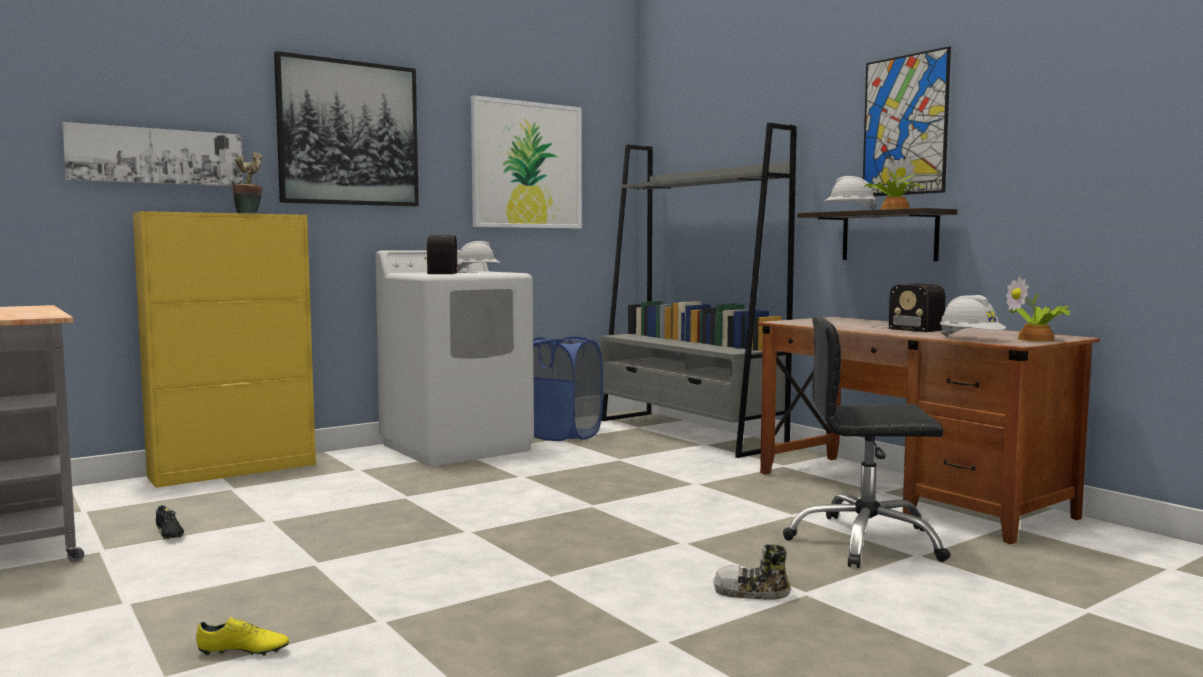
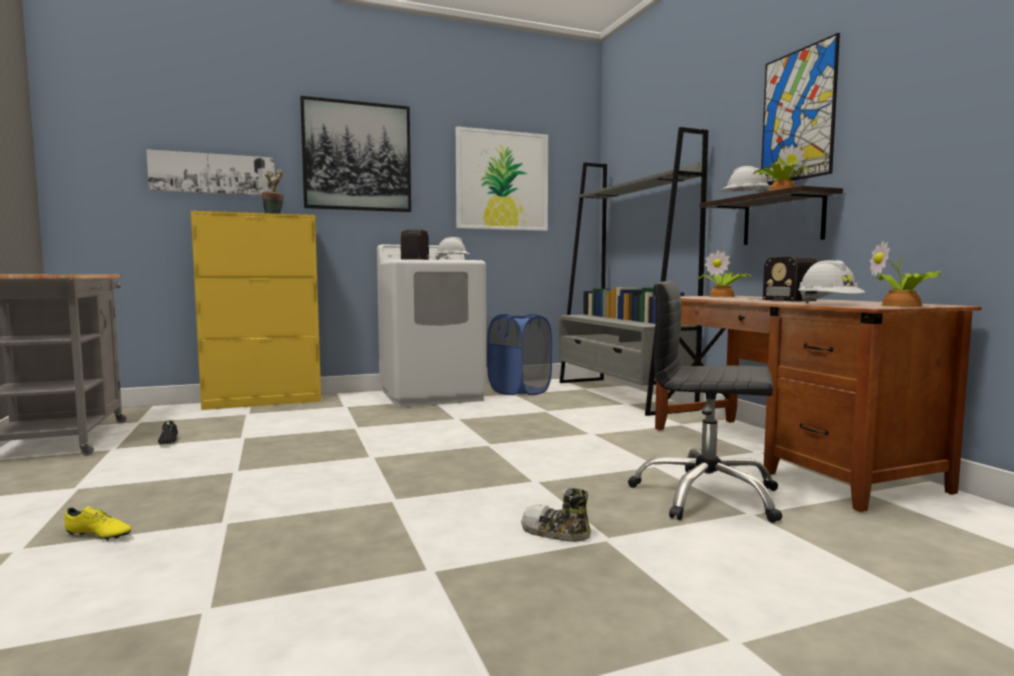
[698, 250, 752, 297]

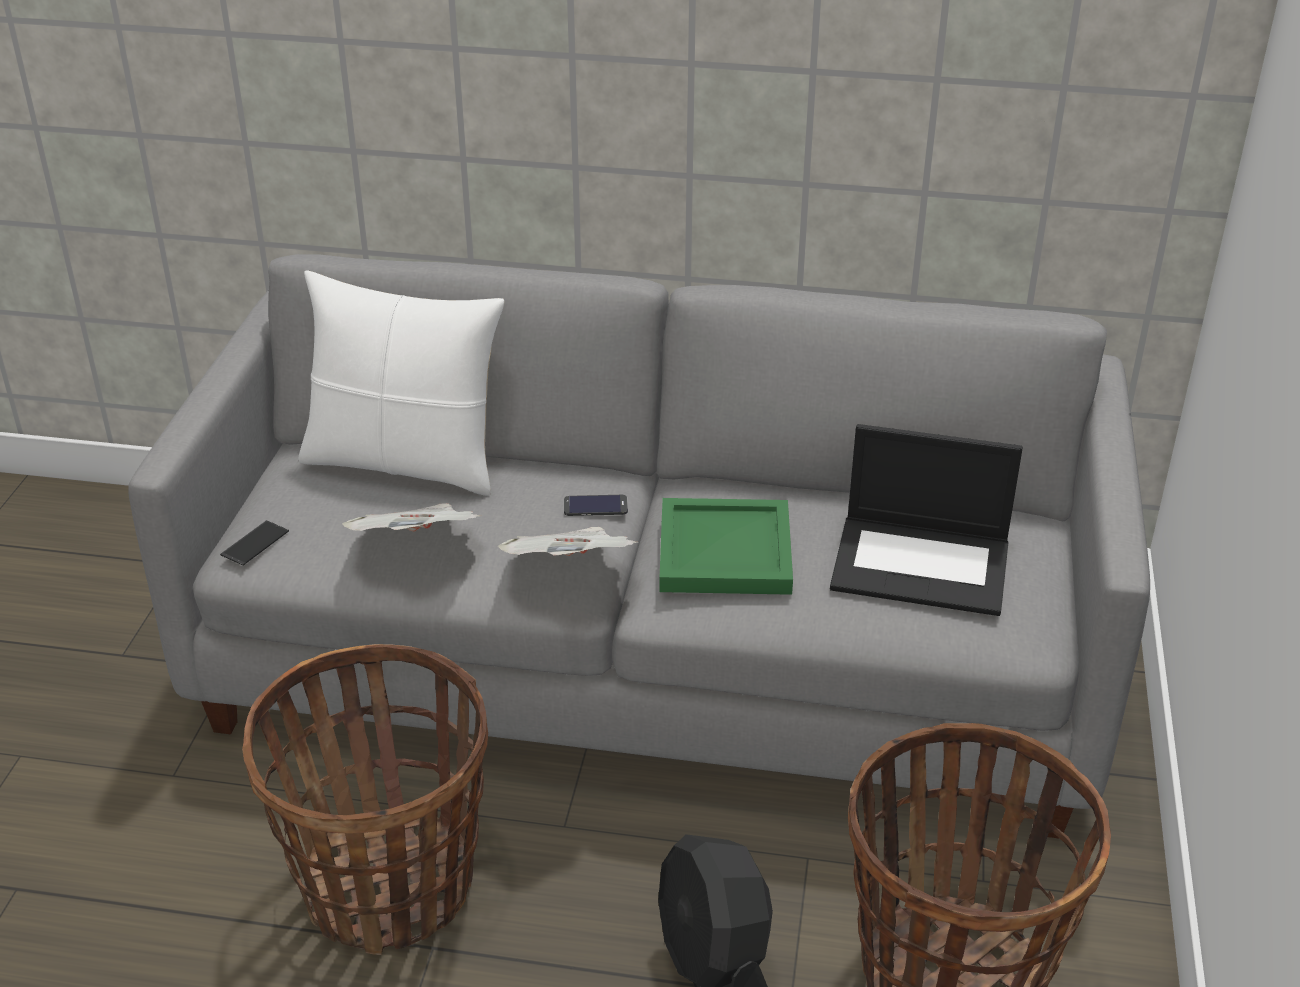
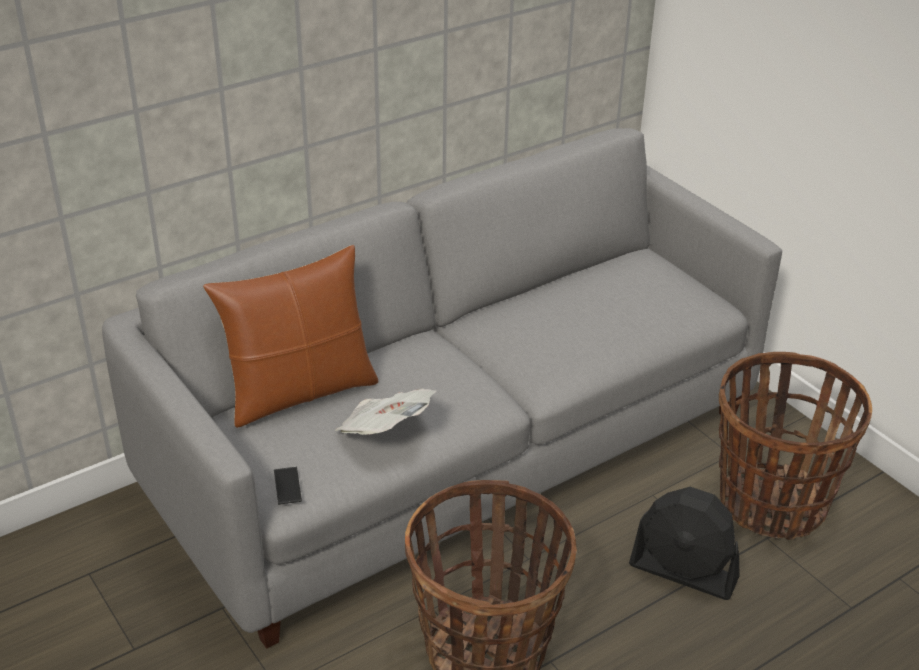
[203, 245, 379, 428]
[498, 527, 637, 556] (first image)
[564, 495, 628, 516] (first image)
[659, 498, 793, 595] (first image)
[830, 424, 1023, 616] (first image)

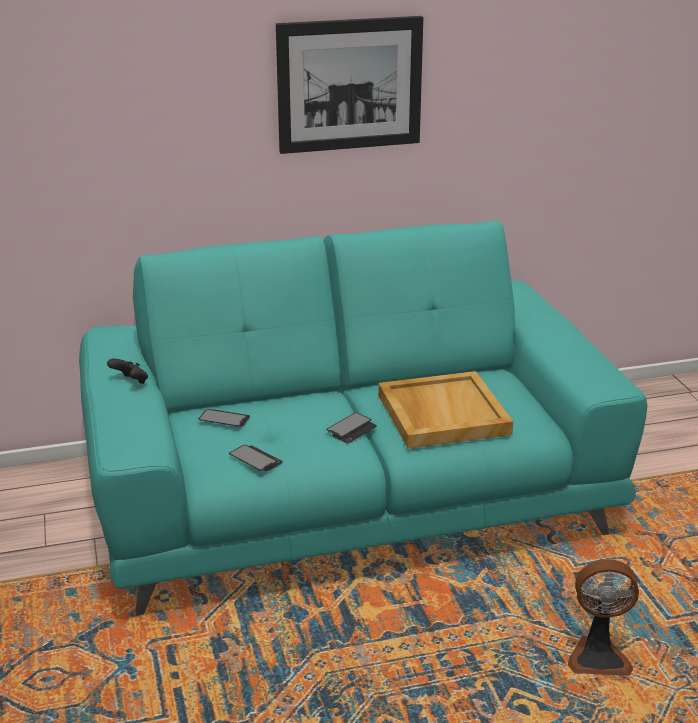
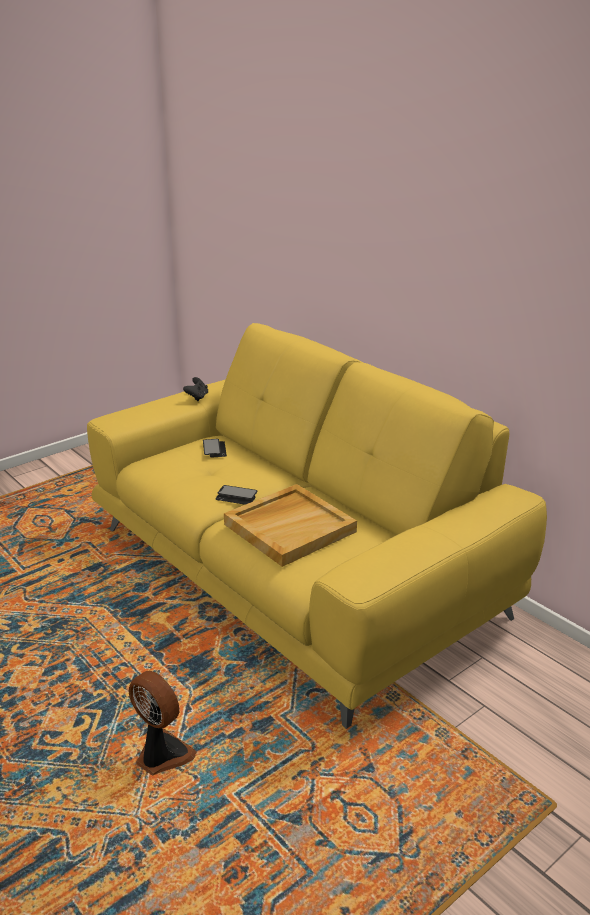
[87, 323, 547, 729]
[128, 671, 197, 775]
[229, 445, 283, 471] (first image)
[276, 16, 423, 154] (first image)

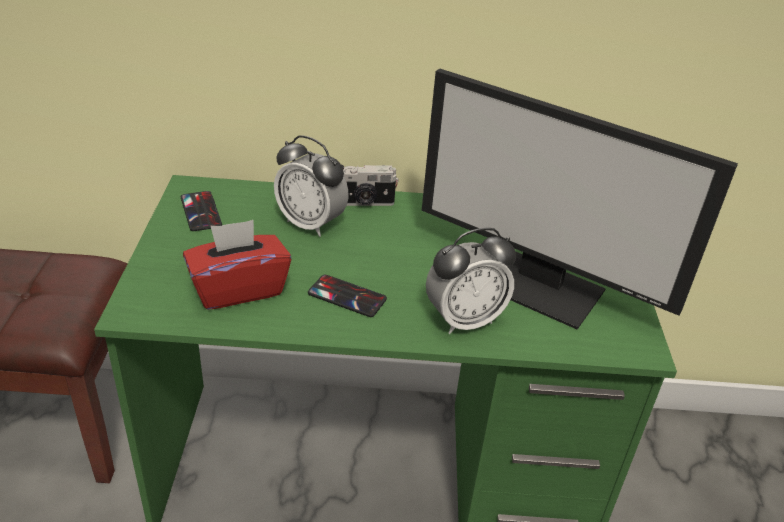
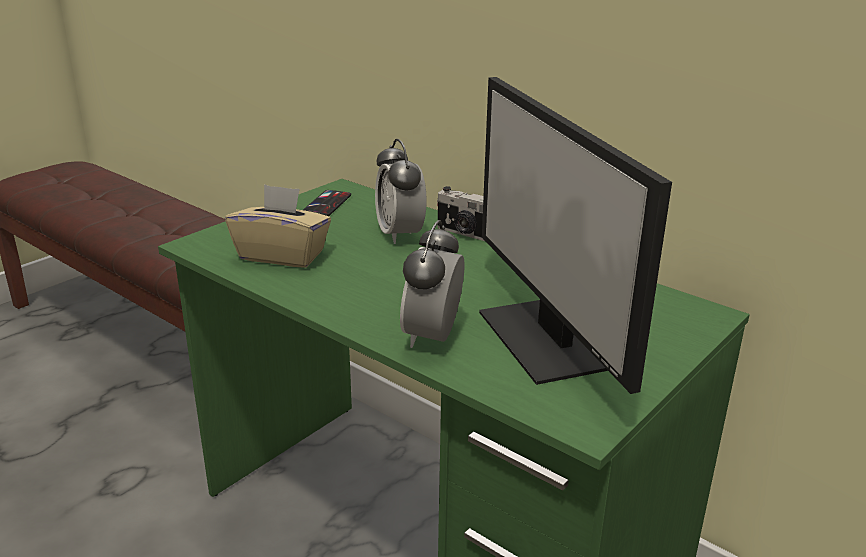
[226, 184, 331, 268]
[400, 220, 465, 348]
[308, 275, 387, 317] (first image)

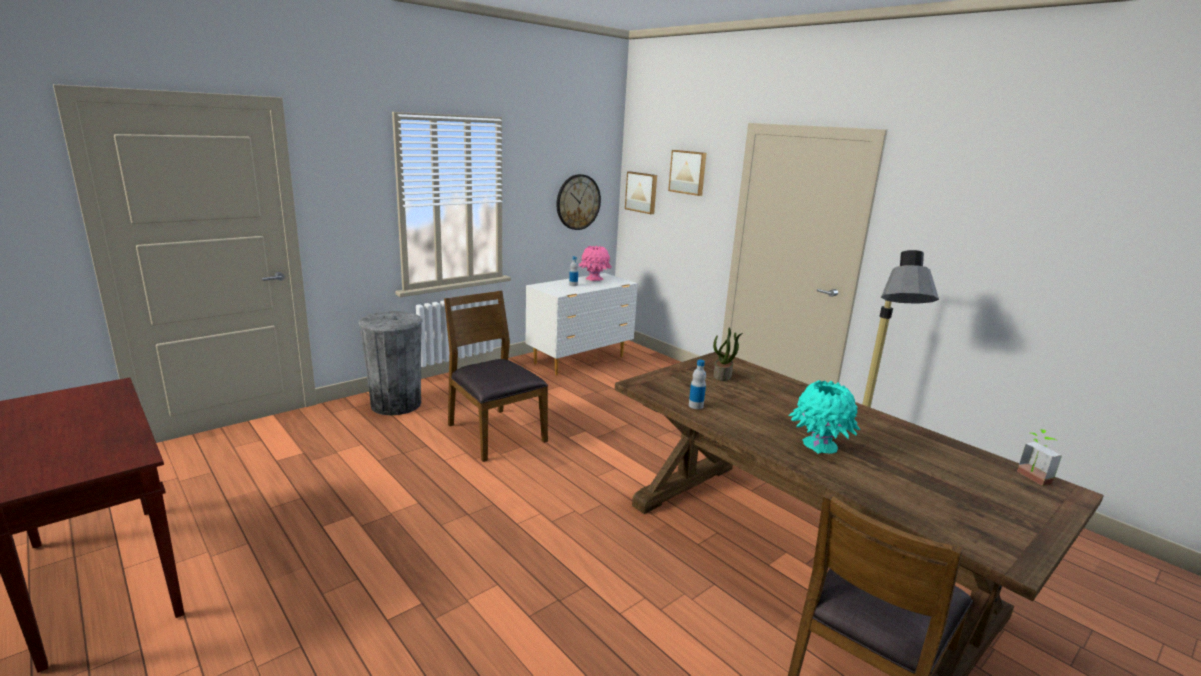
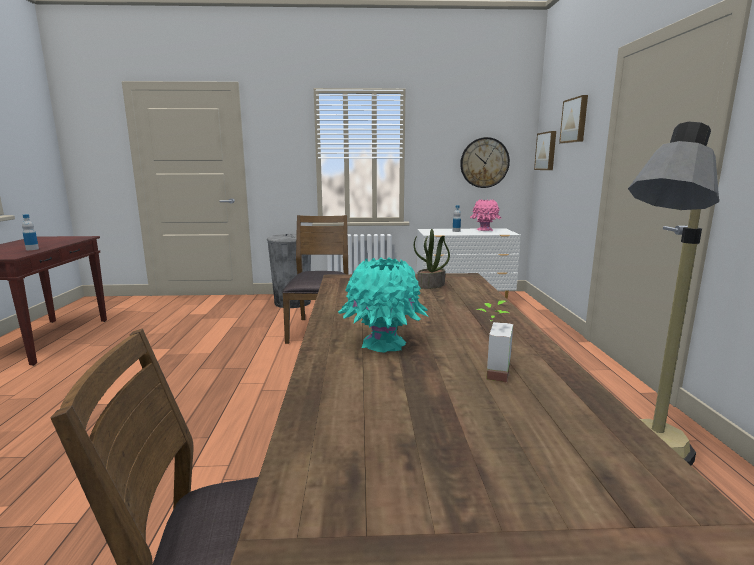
[22, 214, 39, 250]
[476, 300, 513, 382]

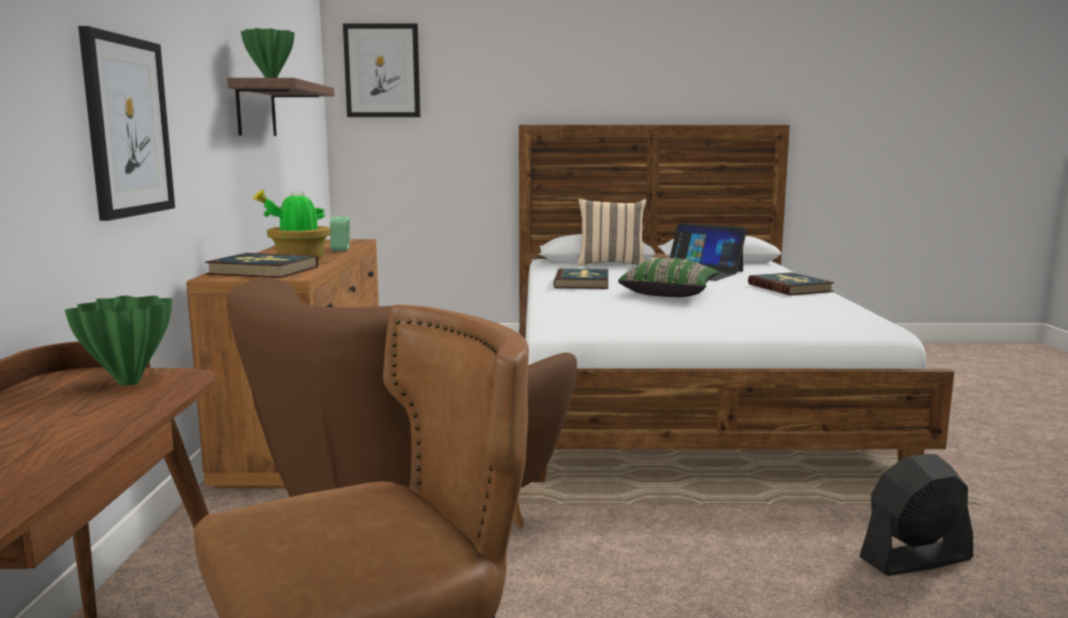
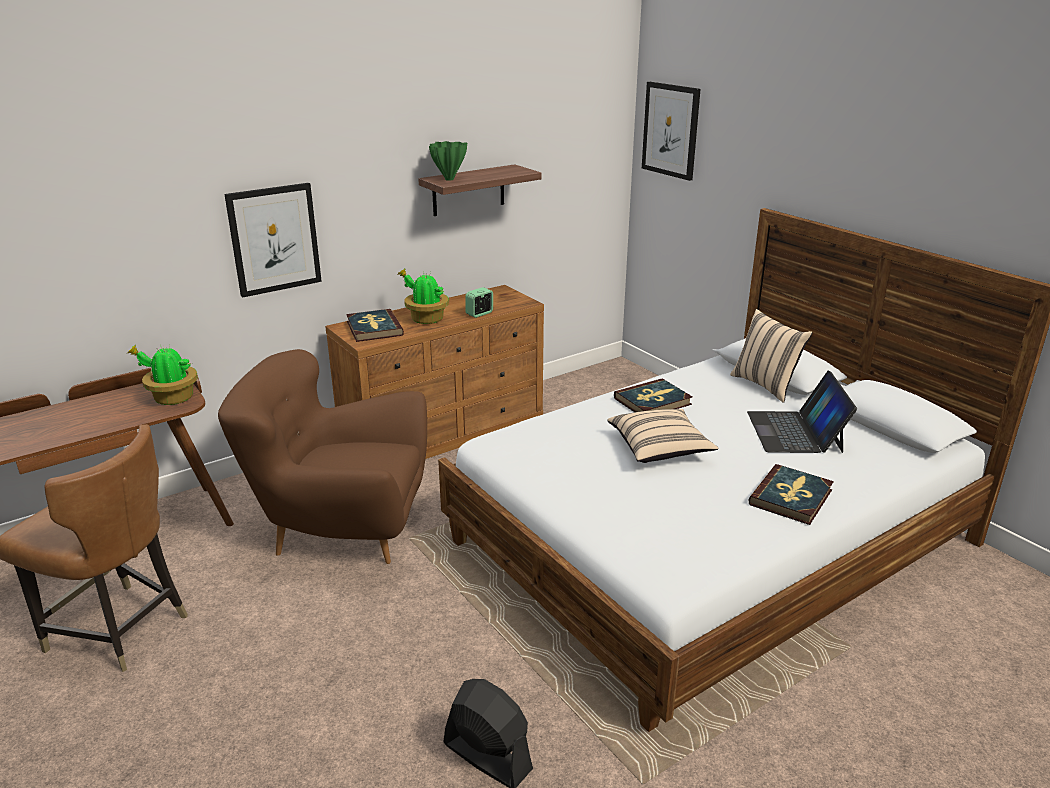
[126, 344, 198, 405]
[608, 409, 718, 463]

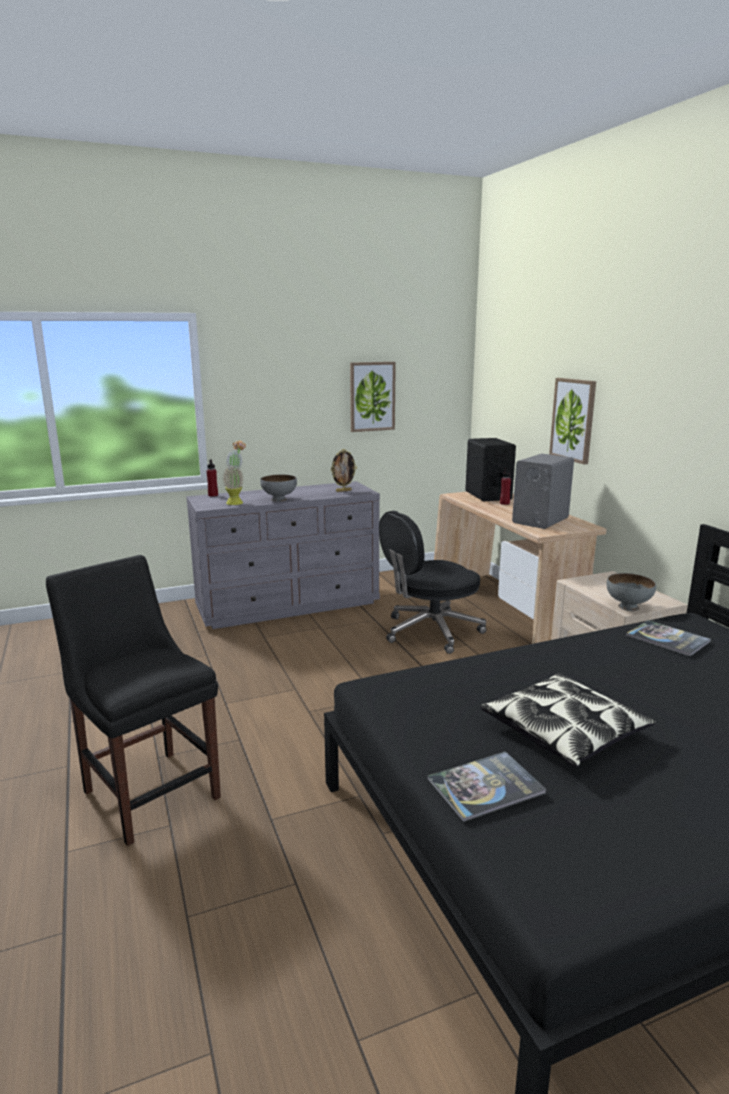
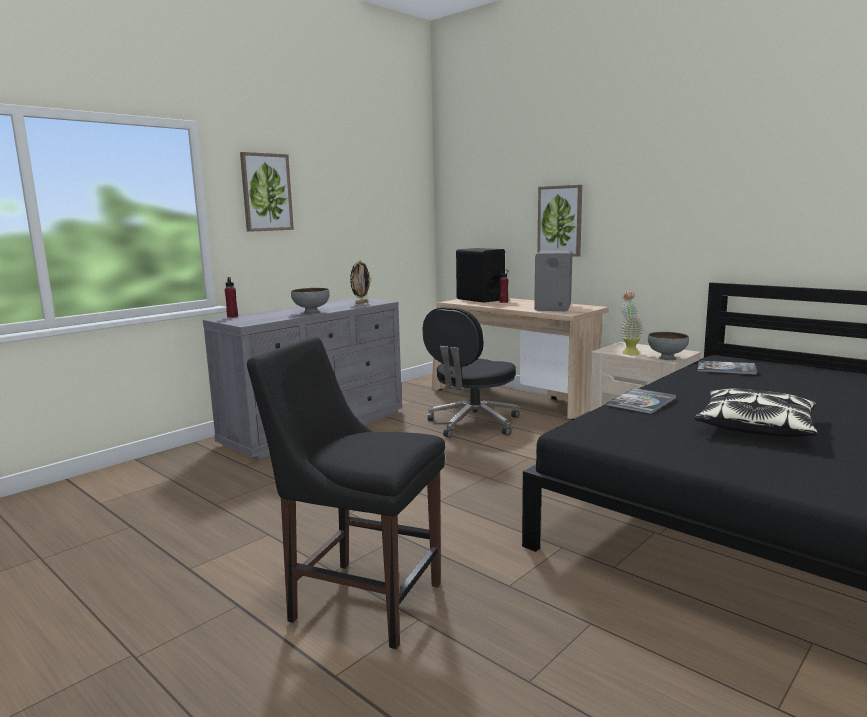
[240, 152, 294, 232]
[607, 388, 676, 414]
[621, 291, 643, 355]

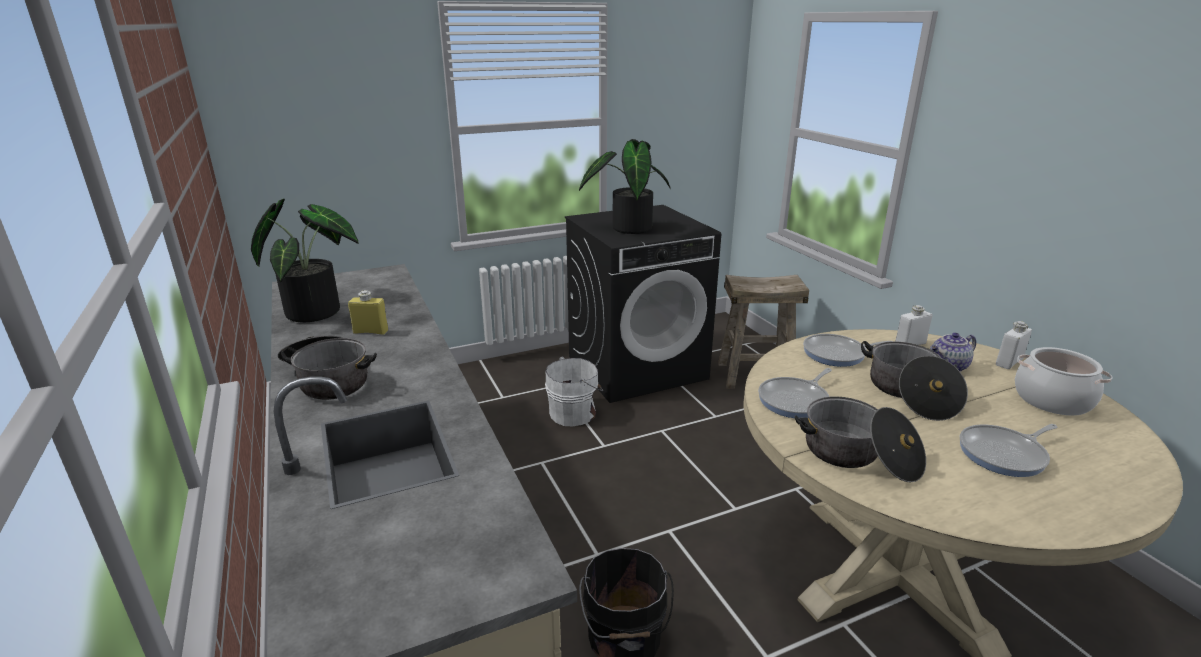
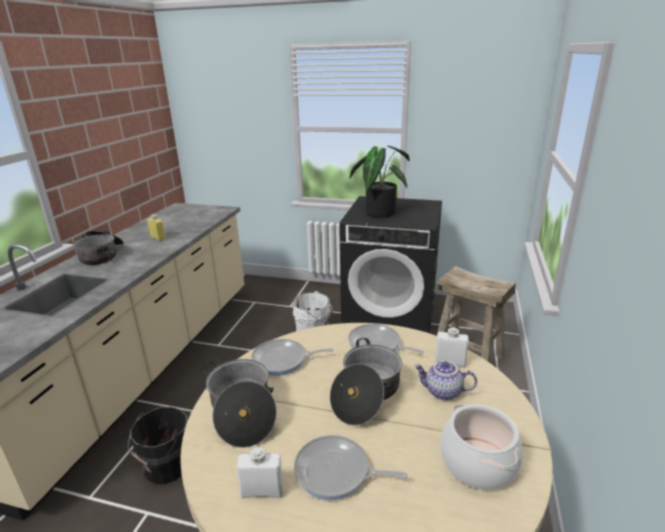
[236, 447, 283, 498]
[251, 199, 358, 322] (first image)

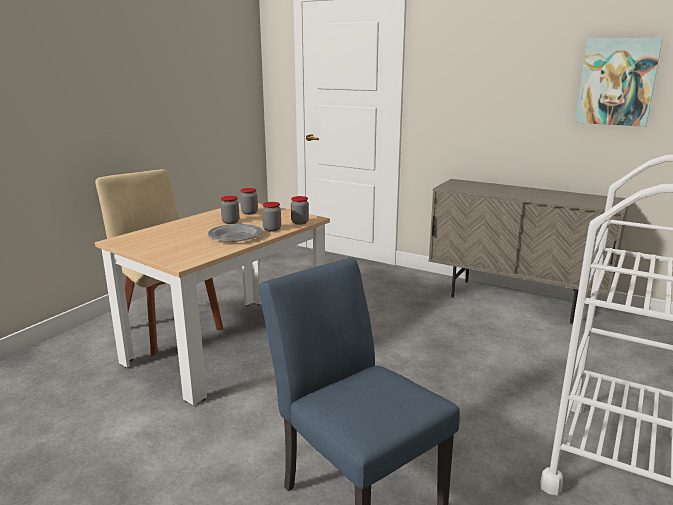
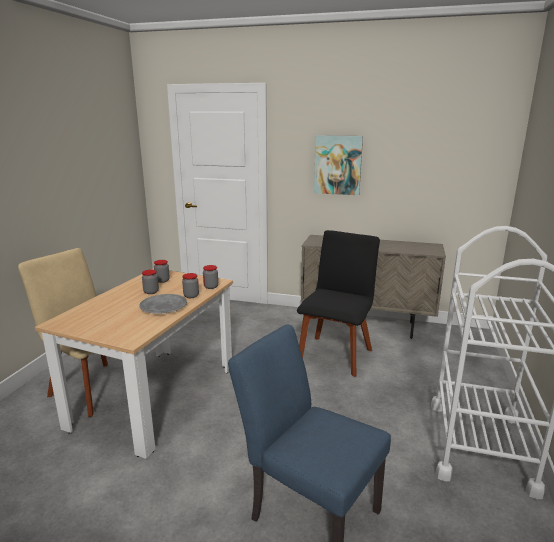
[297, 230, 380, 377]
[314, 135, 363, 195]

